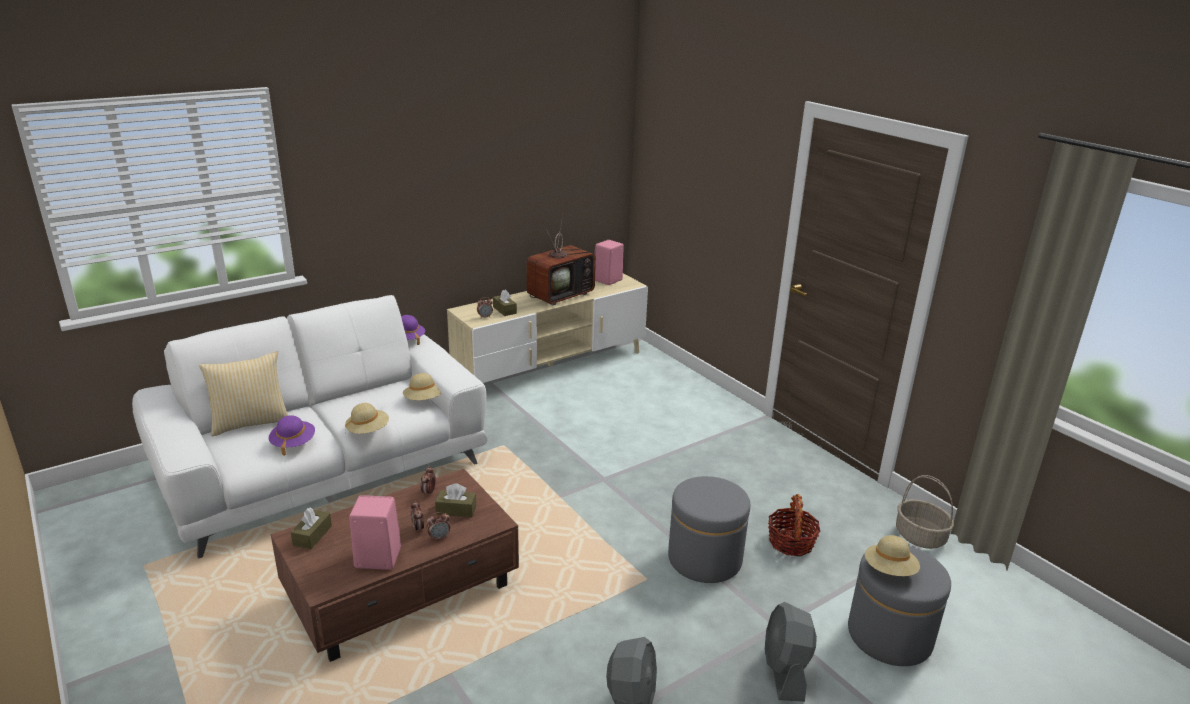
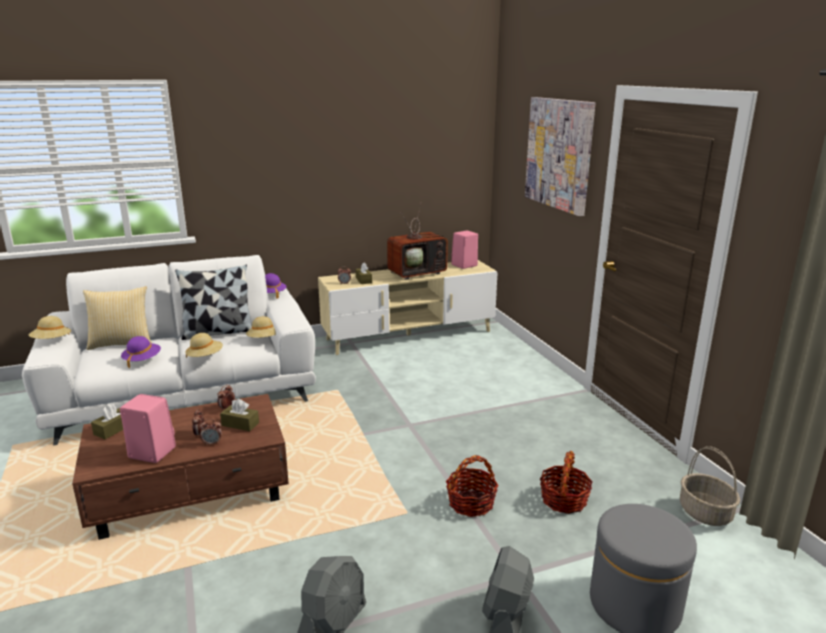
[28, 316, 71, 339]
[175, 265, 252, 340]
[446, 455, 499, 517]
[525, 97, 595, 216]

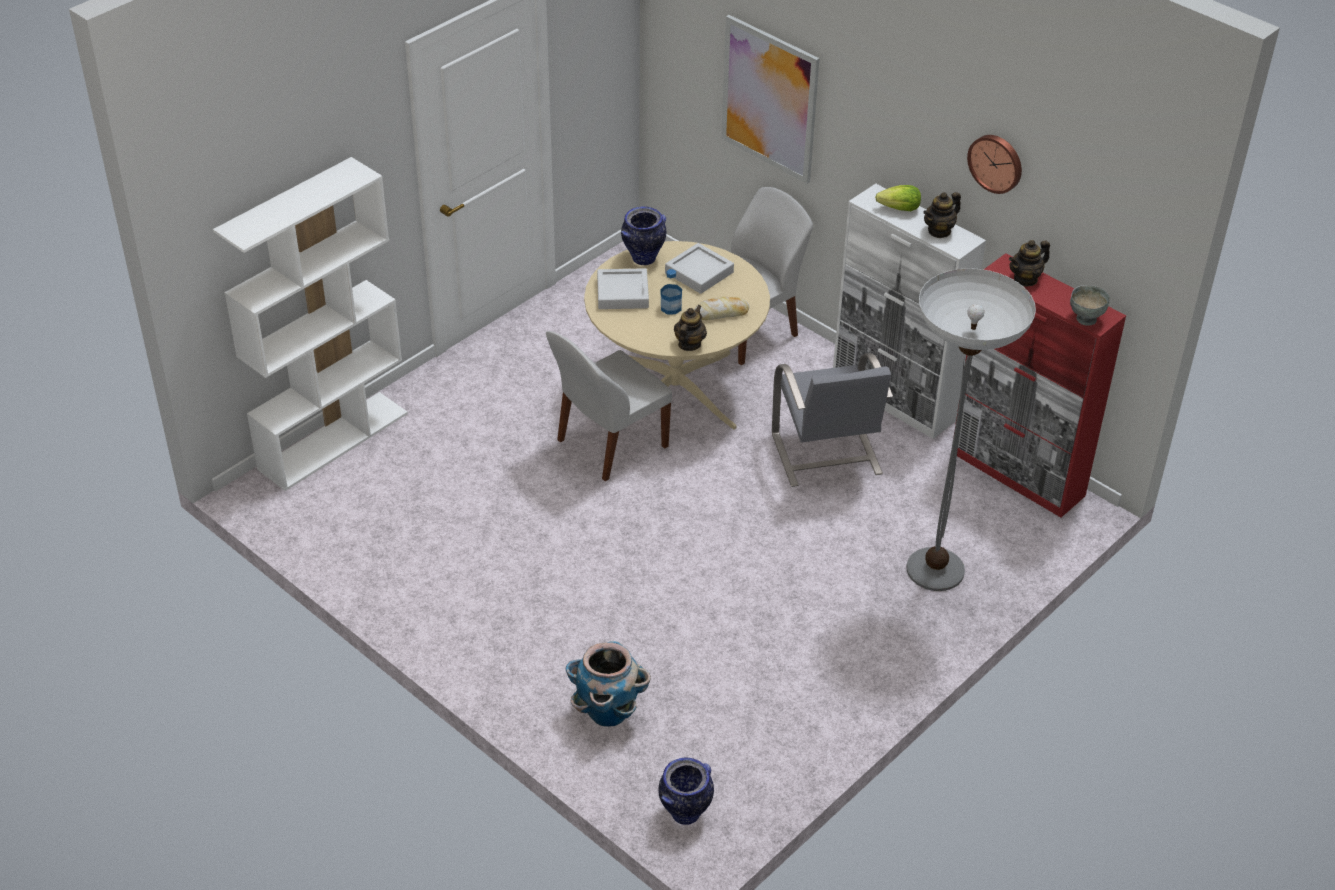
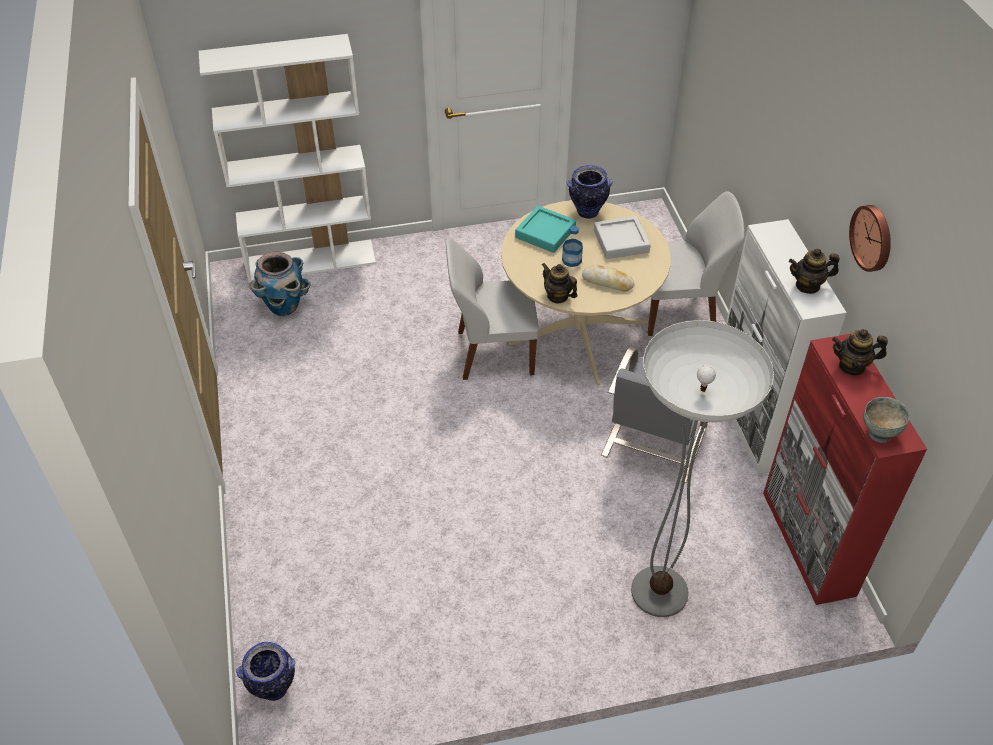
[249, 252, 310, 316]
[515, 206, 576, 253]
[542, 263, 577, 304]
[721, 15, 820, 184] (first image)
[875, 185, 921, 211] (first image)

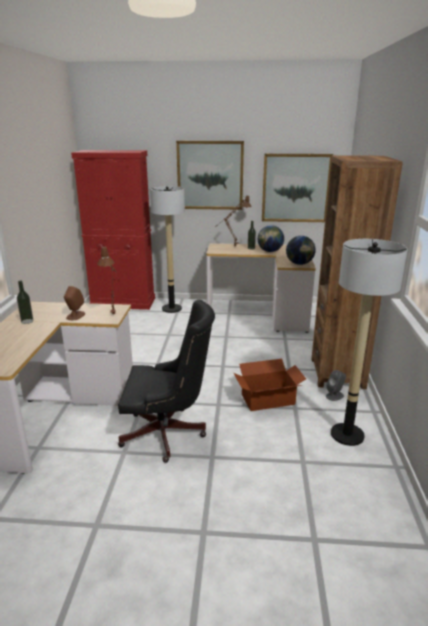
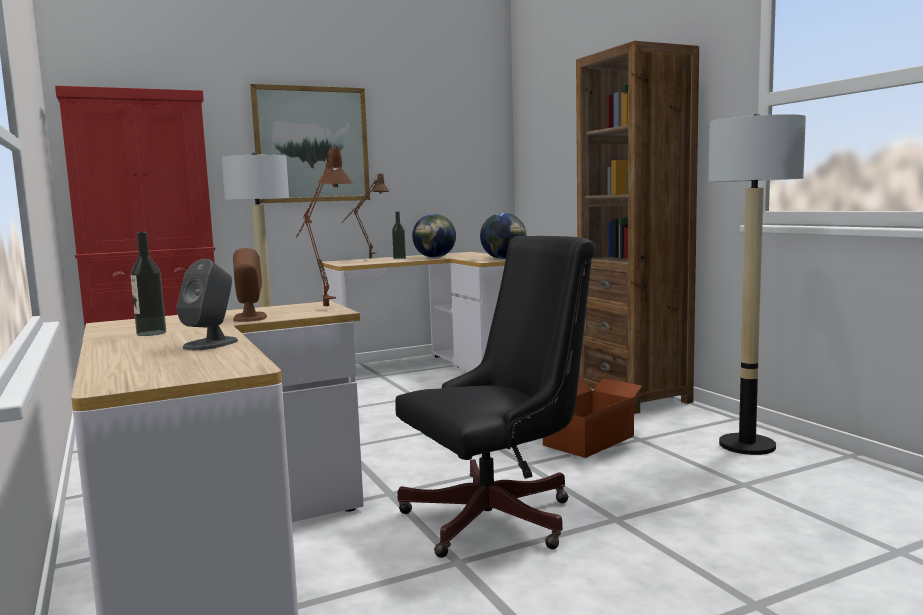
[177, 259, 238, 350]
[262, 154, 333, 222] (first image)

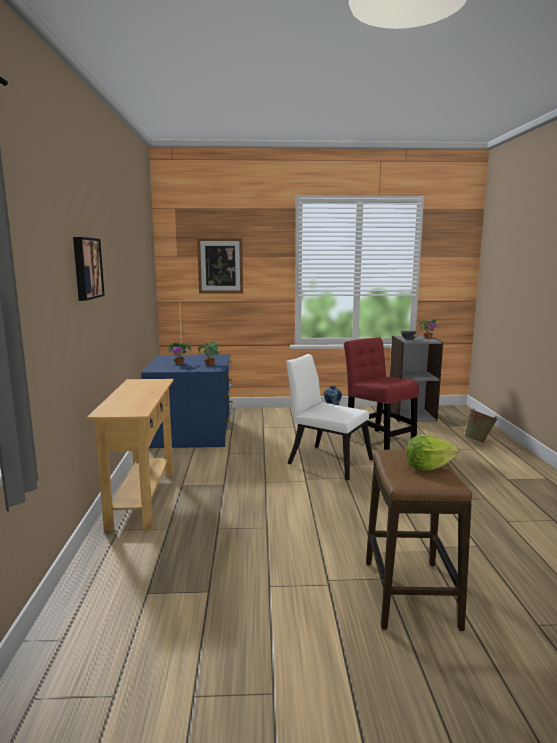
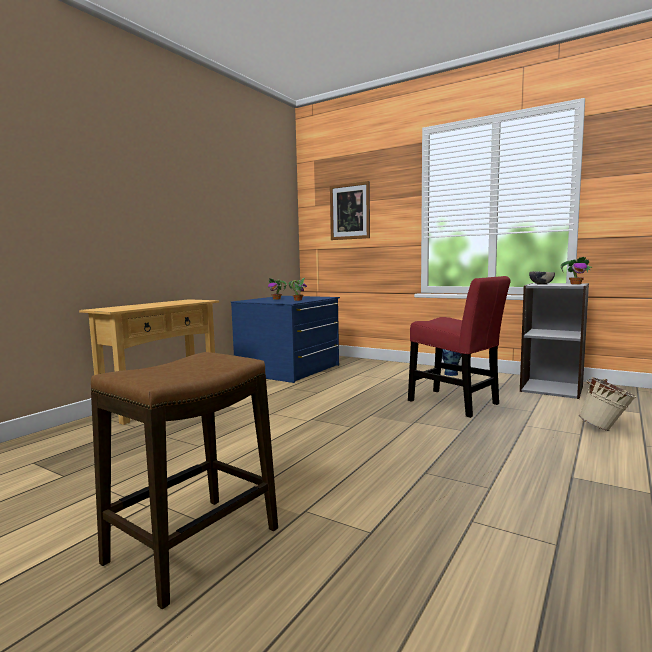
[408, 276, 511, 418]
[579, 377, 637, 431]
[73, 237, 105, 301] (first image)
[286, 354, 373, 480] (first image)
[406, 435, 458, 470] (first image)

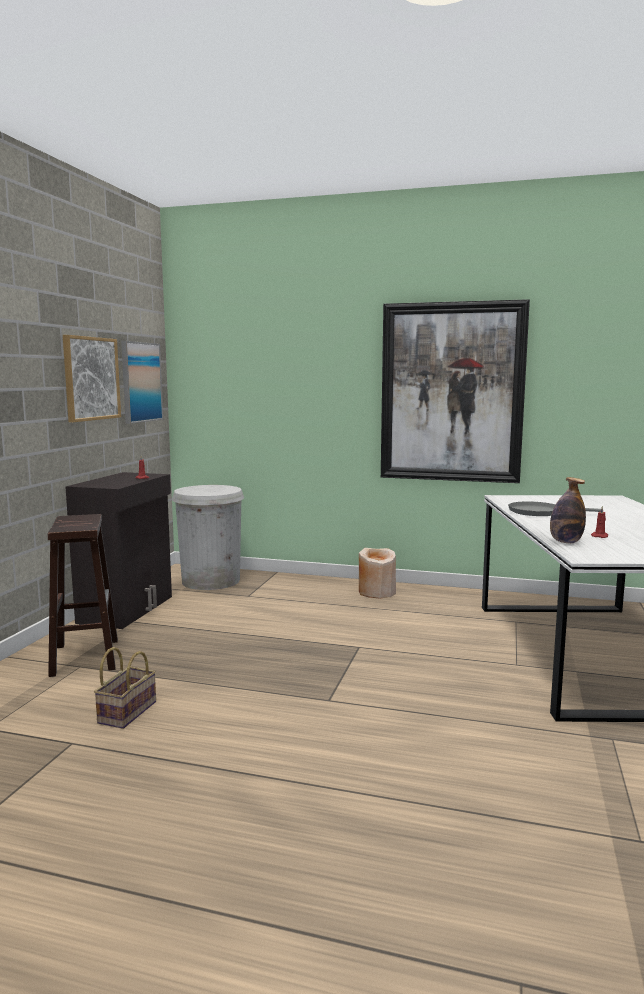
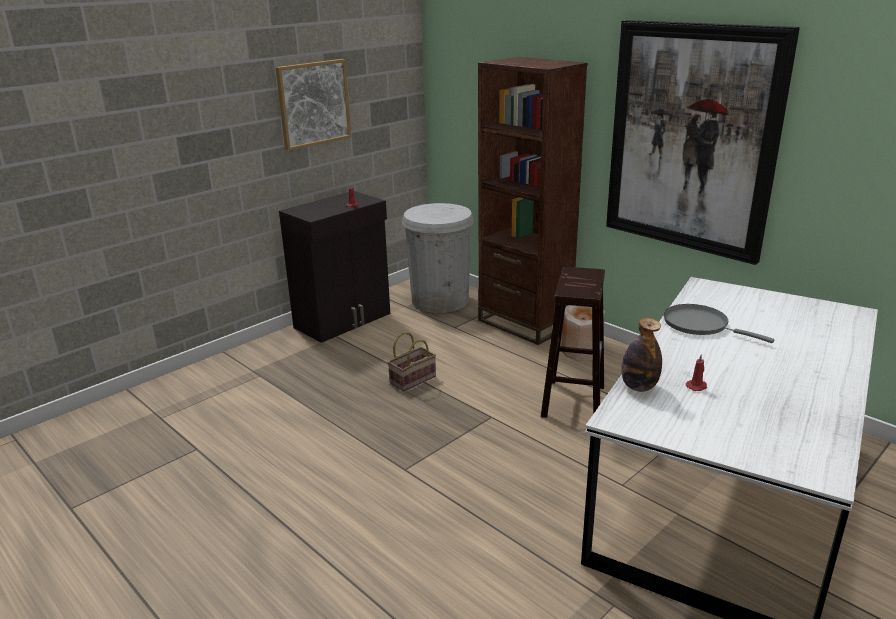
[388, 332, 436, 392]
[478, 57, 588, 345]
[541, 267, 605, 418]
[121, 341, 163, 424] (first image)

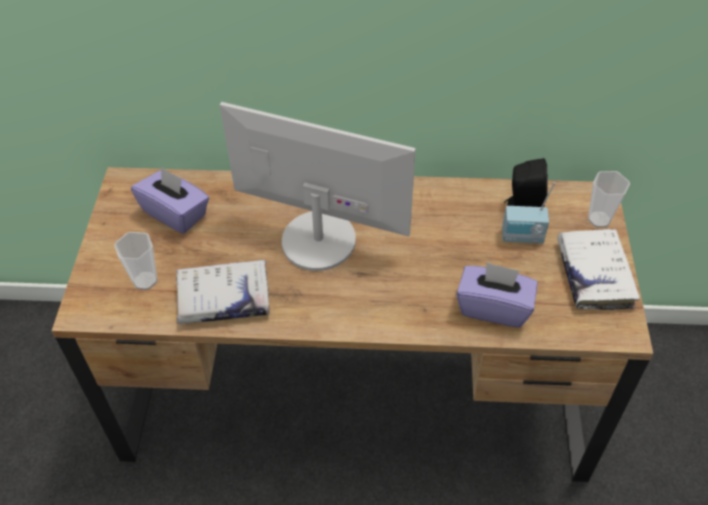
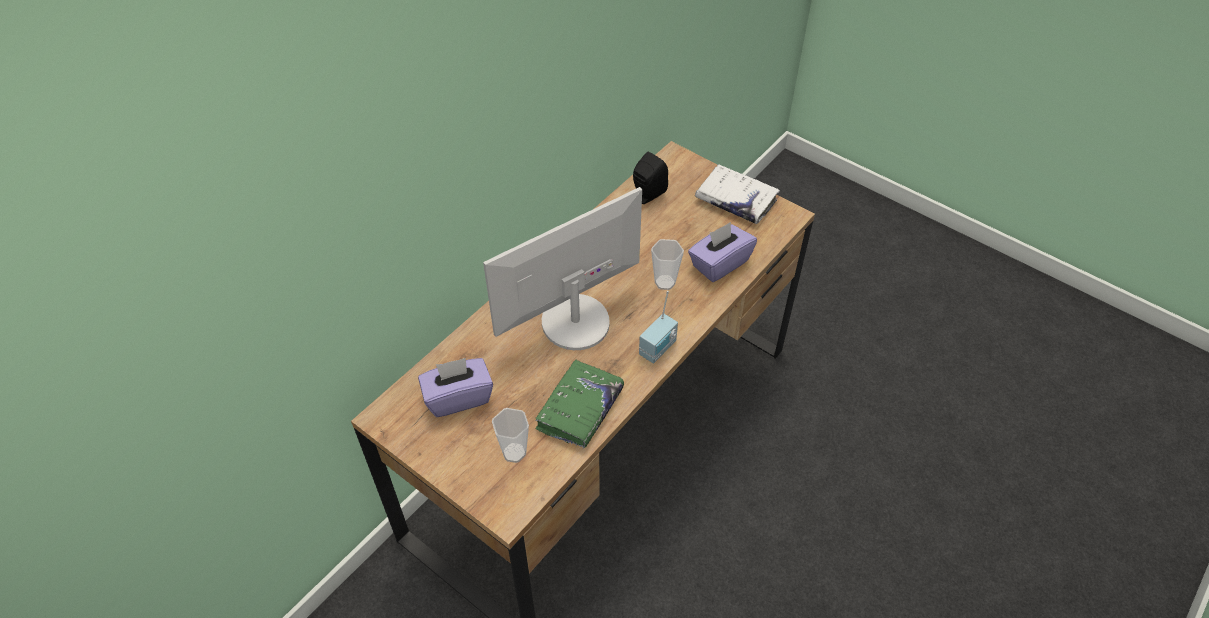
[535, 360, 624, 448]
[639, 291, 678, 364]
[651, 239, 684, 290]

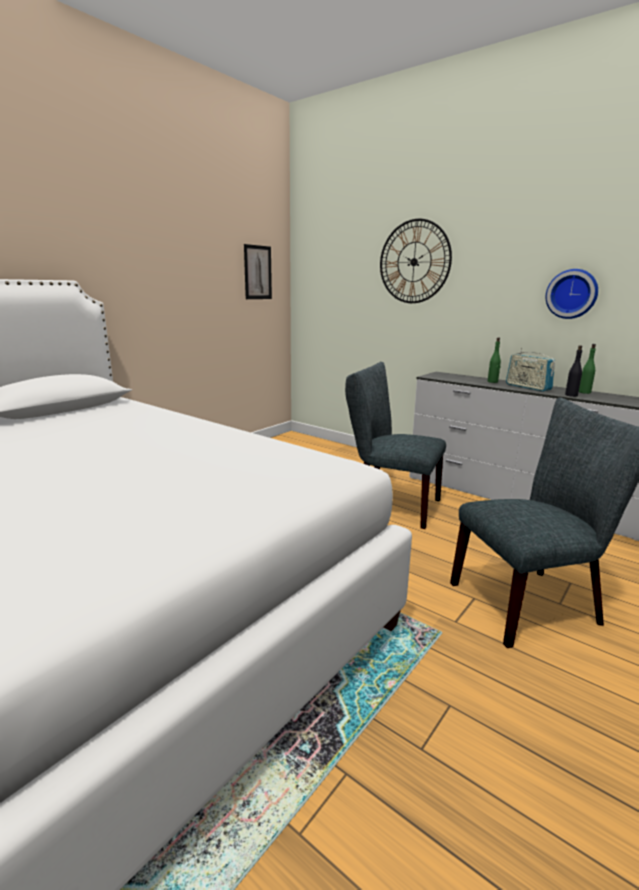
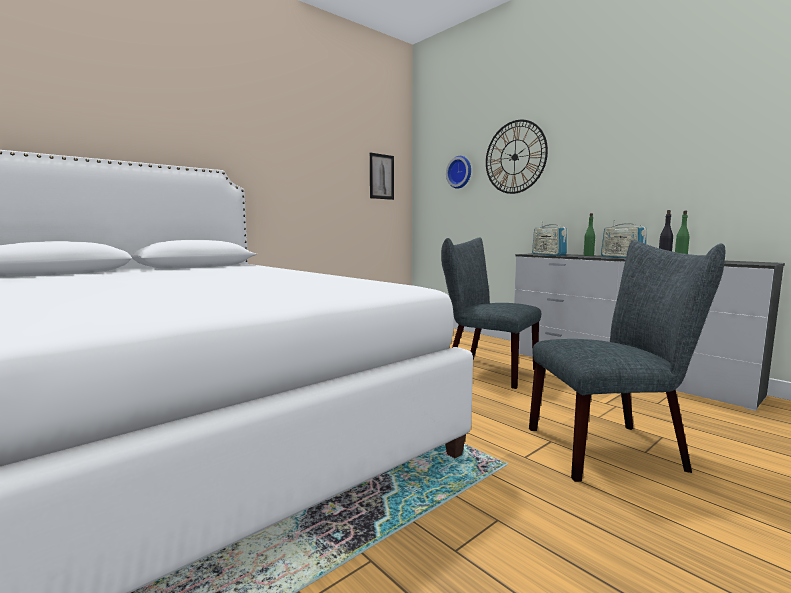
[446, 156, 471, 189]
[532, 221, 567, 256]

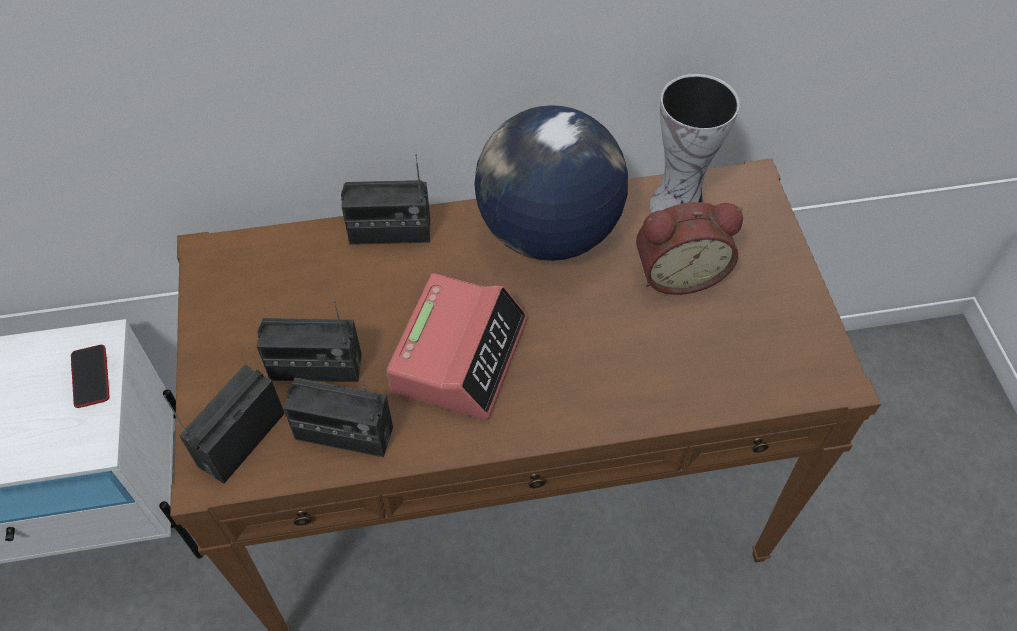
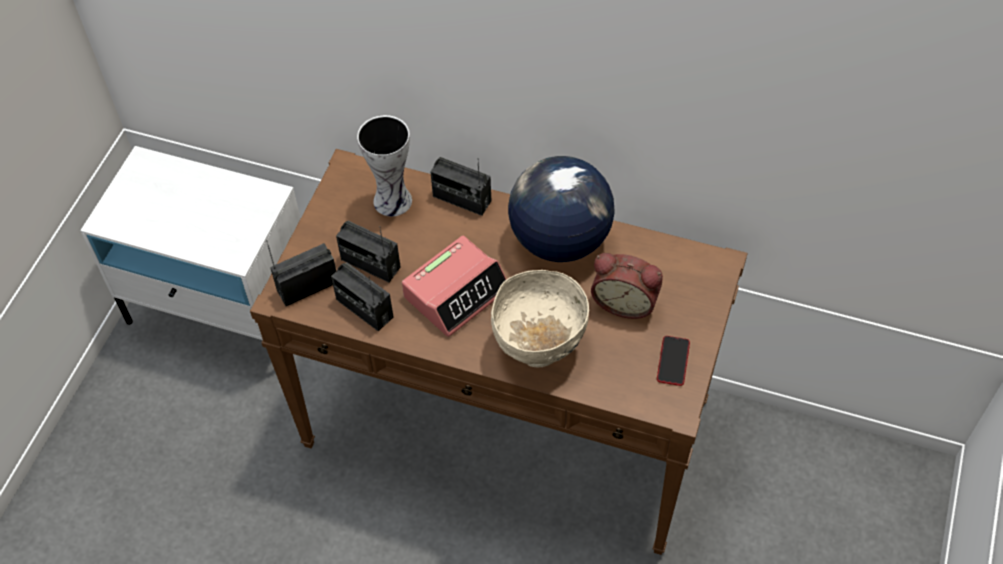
[357, 115, 412, 217]
[491, 270, 589, 367]
[657, 336, 690, 386]

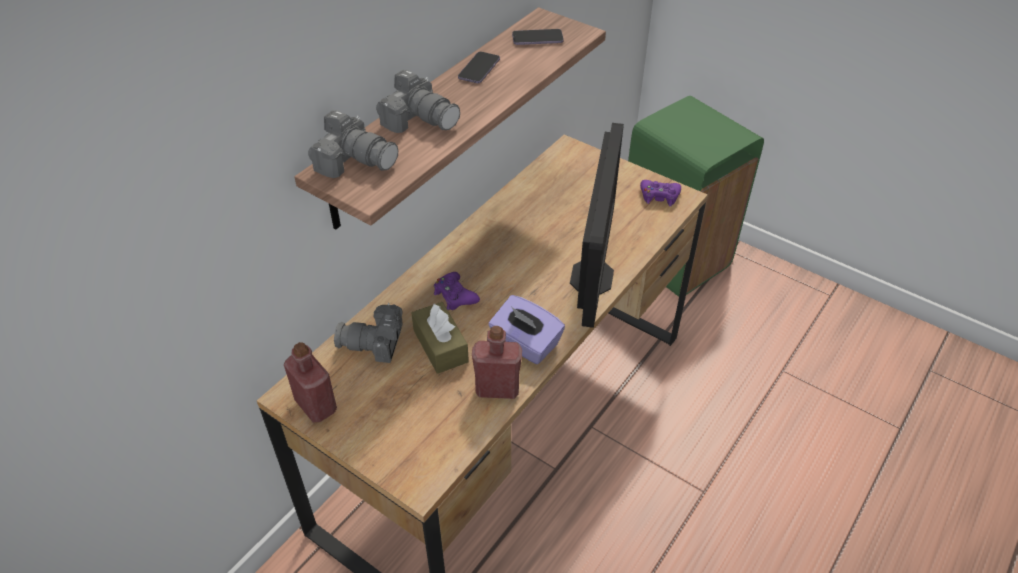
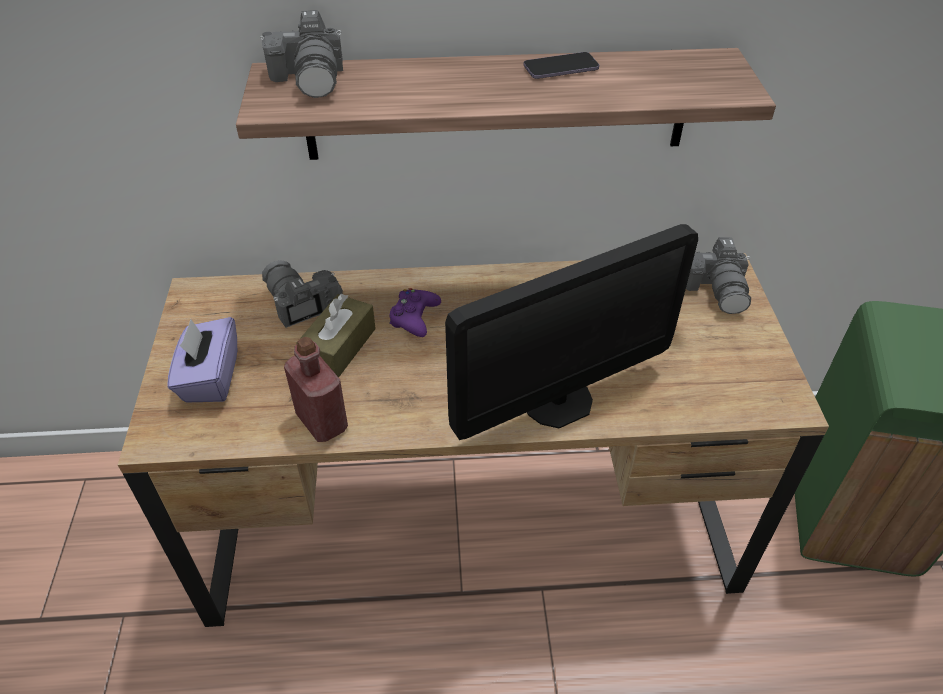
[167, 317, 237, 403]
[686, 237, 751, 314]
[284, 342, 337, 423] (first image)
[512, 29, 564, 45] (first image)
[640, 180, 681, 206] (first image)

